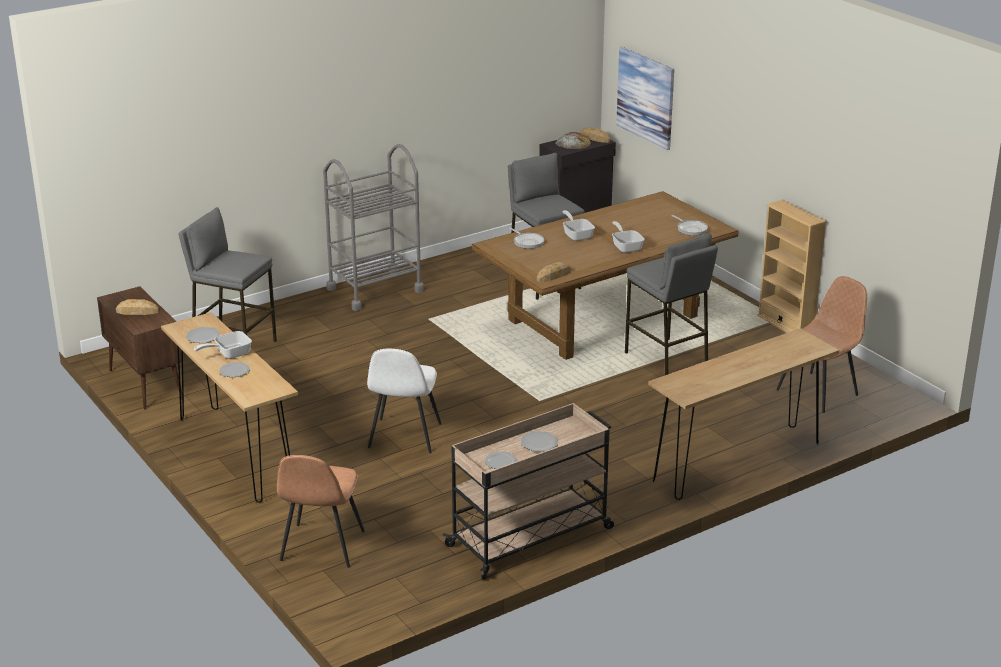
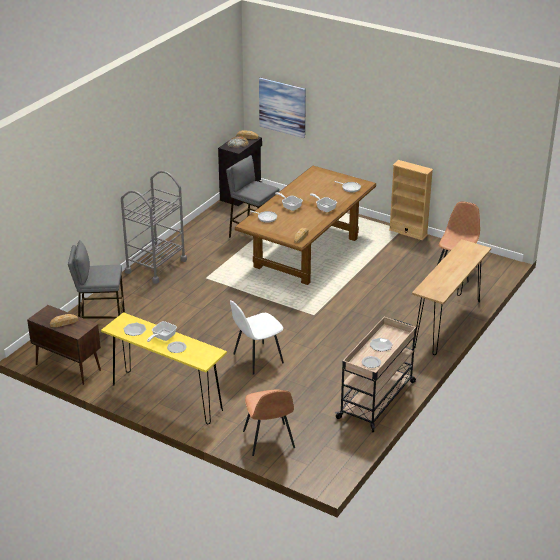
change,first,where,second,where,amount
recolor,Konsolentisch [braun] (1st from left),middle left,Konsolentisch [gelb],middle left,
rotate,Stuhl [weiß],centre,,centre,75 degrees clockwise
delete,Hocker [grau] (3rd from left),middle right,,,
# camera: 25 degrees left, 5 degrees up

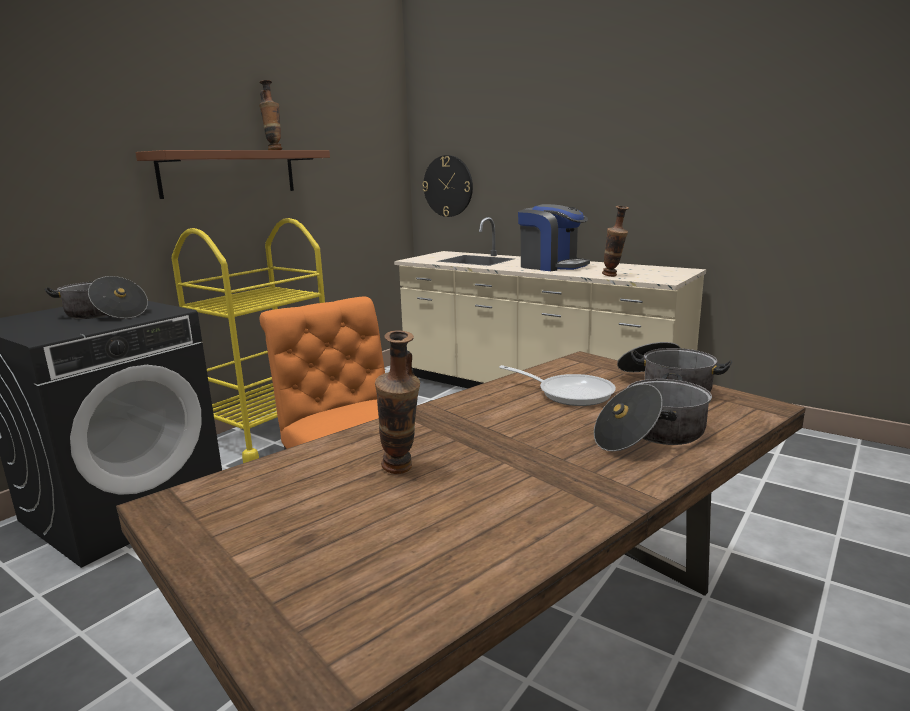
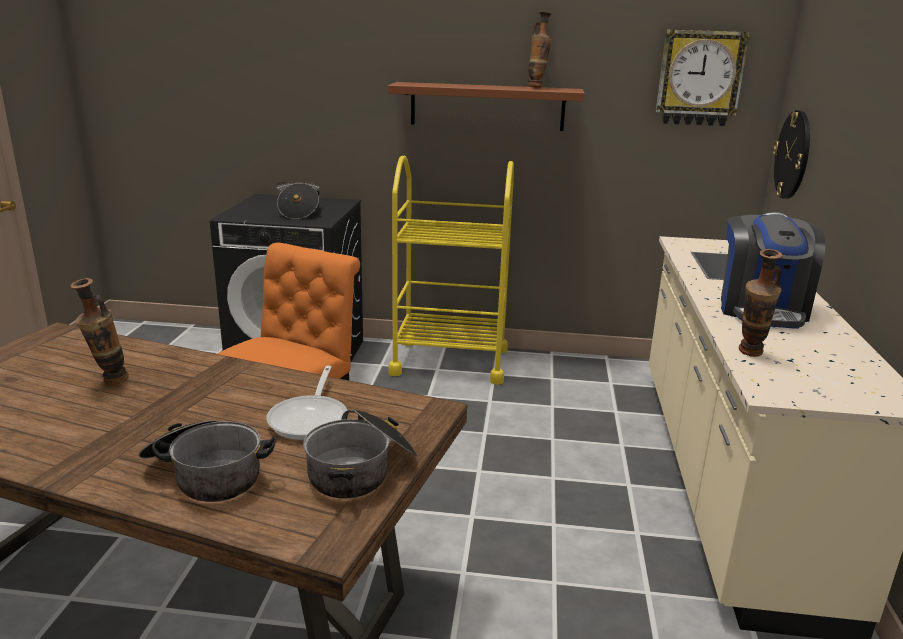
change,first,where,second,where,amount
insert,,,Wanduhr (1st from left),top right,
# camera: 60 degrees right, 5 degrees up

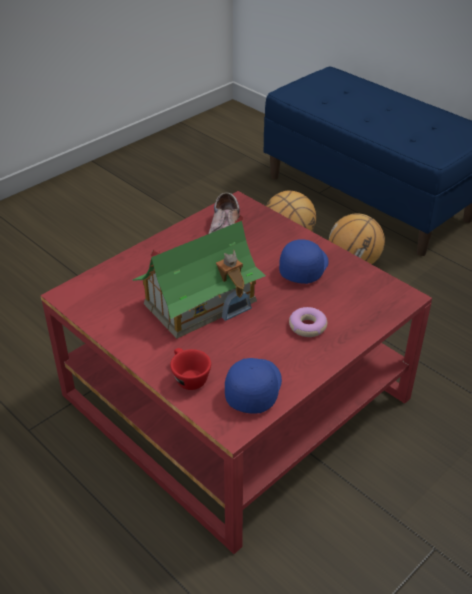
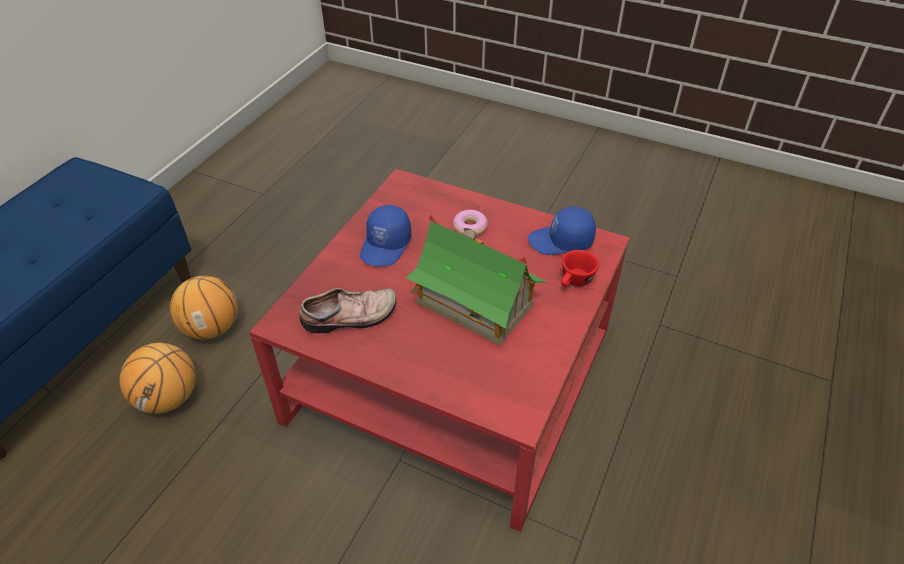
change,first,where,second,where,amount
rotate,Kappe [blau] (2nd from left in the first image),centre,Kappe [blau] (1st from left),centre,75 degrees counterclockwise
# camera: 110 degrees left, 5 degrees up

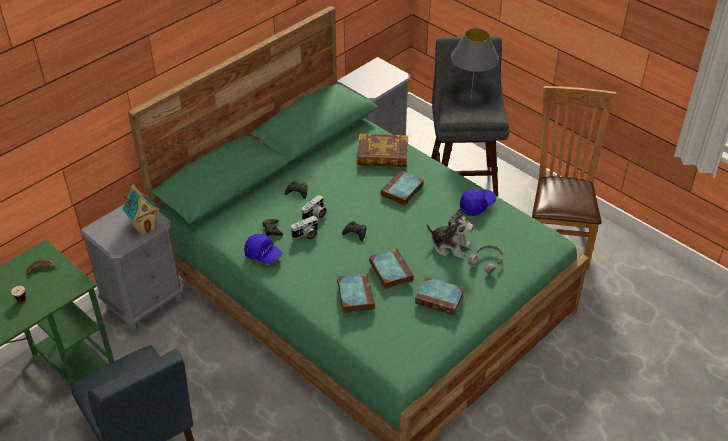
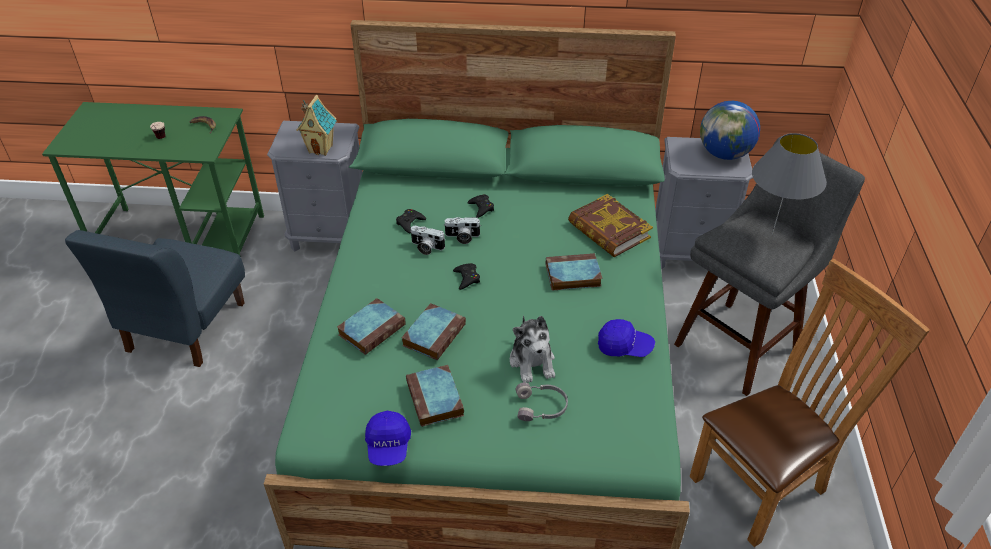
change,first,where,second,where,amount
move,Kappe [blau] (1st from left),centre,,bottom centre,
insert,,,Globus,top right,
# camera: 50 degrees right, 0 degrees up

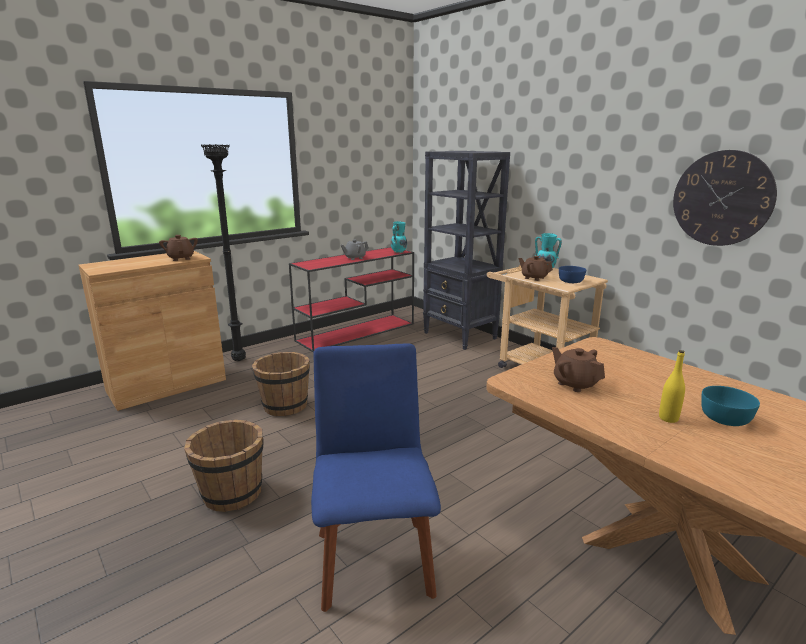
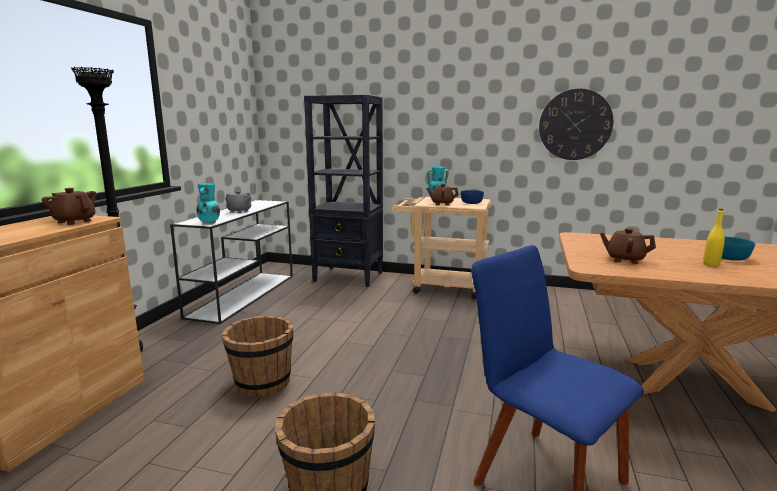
change,first,where,second,where,amount
recolor,Konsolentisch [rot],centre,Konsolentisch [weiß],middle left,
move,Vase [türkis] (1st from left),centre,,middle left,
# camera: 35 degrees left, 5 degrees down

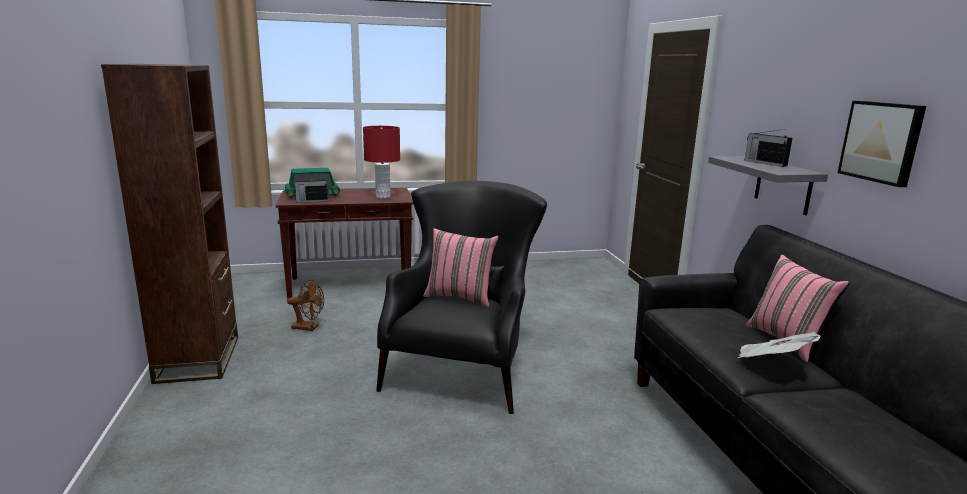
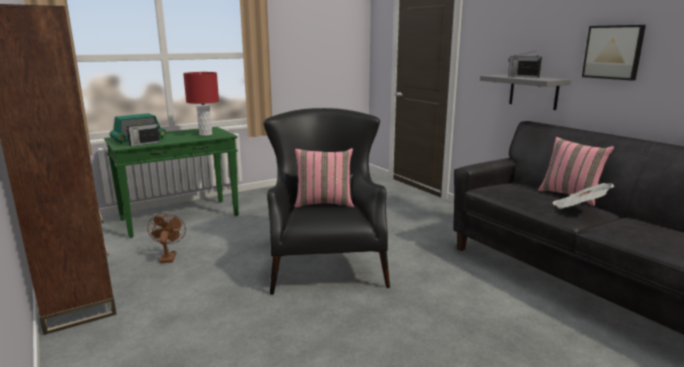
change,first,where,second,where,amount
recolor,Konsolentisch [braun],centre,Konsolentisch [grün],middle left,
rotate,Ventilator [braun],middle left,,middle left,90 degrees counterclockwise
# camera: 20 degrees left, 0 degrees up

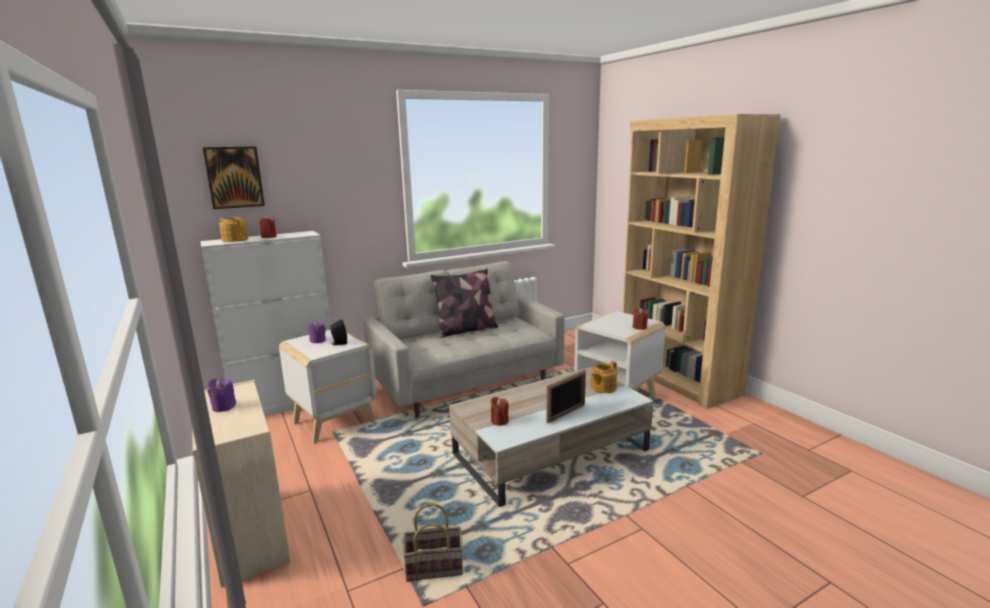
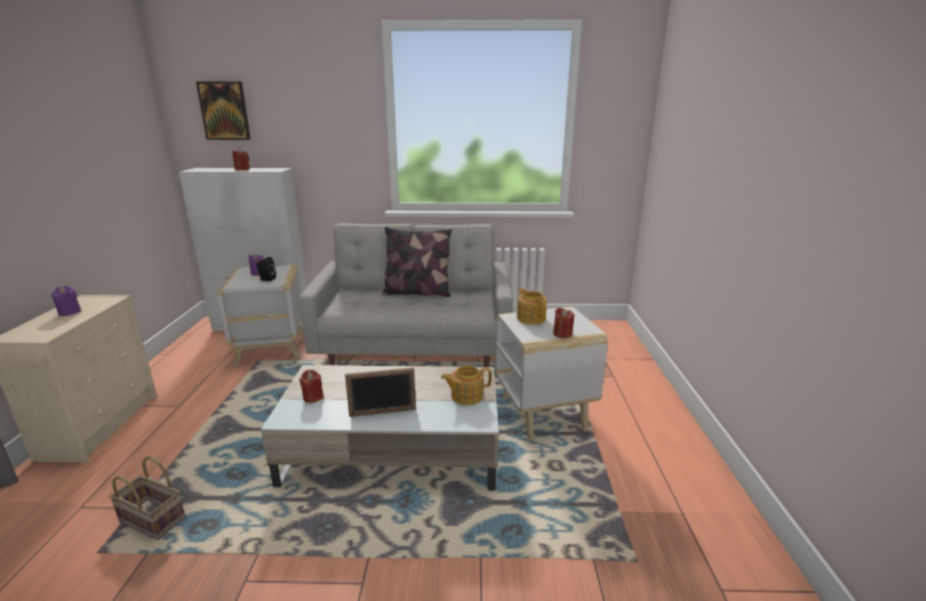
change,first,where,second,where,amount
move,Teekanne (1st from left in the first image),middle left,Teekanne (2nd from left),centre,
delete,Bücherregal [braun],middle right,,,
# camera: 30 degrees right, 5 degrees up

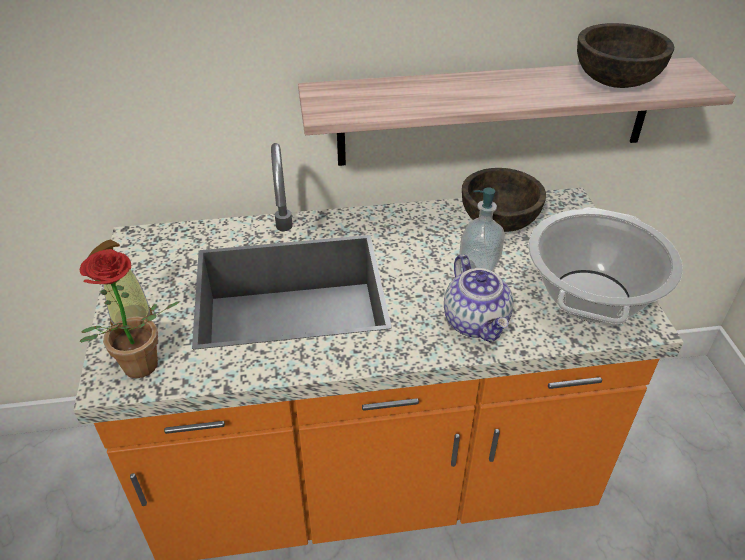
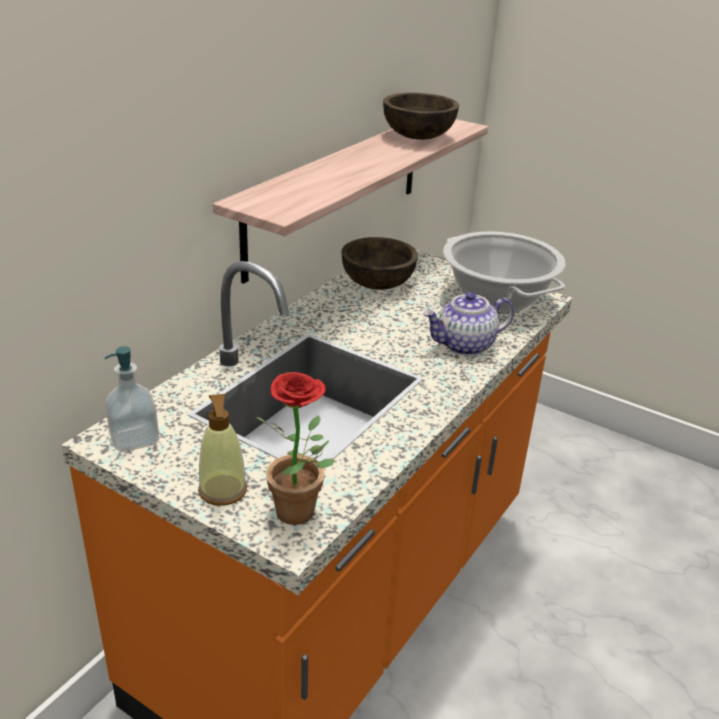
change,first,where,second,where,amount
rotate,Teekanne,centre,,centre,135 degrees clockwise
move,Seifenspender (2nd from left in the first image),centre,Seifenspender (1st from left),middle left,
# camera: 50 degrees left, 10 degrees down

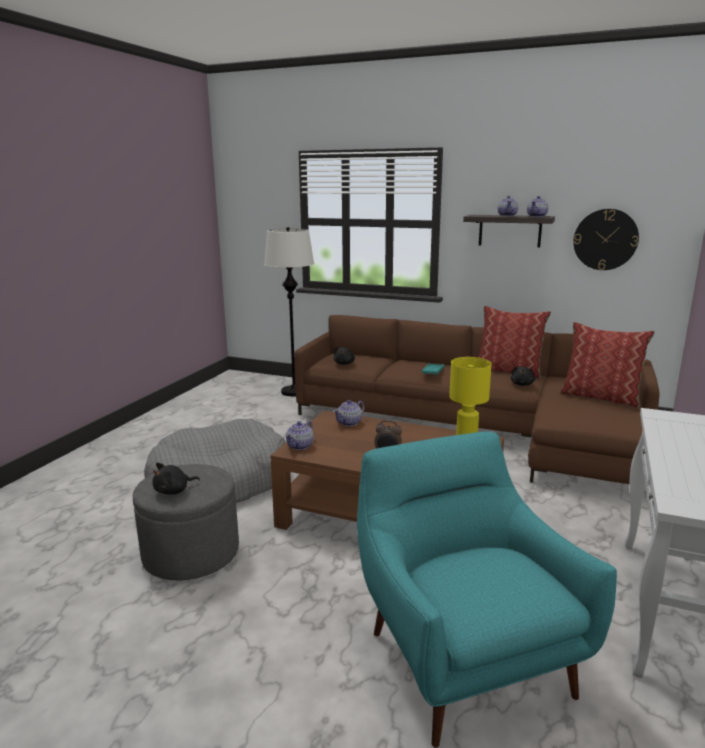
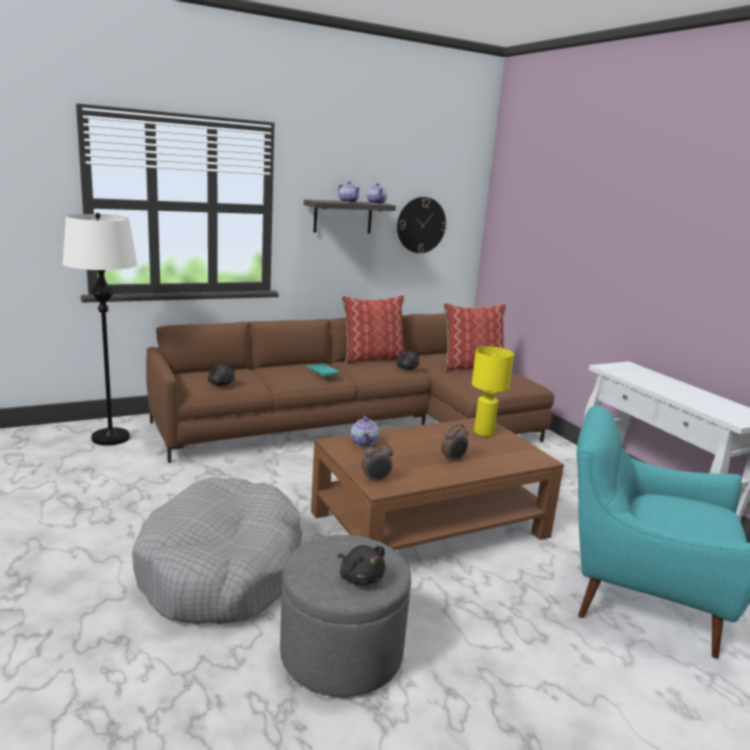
change,first,where,second,where,amount
rotate,Plüschtier [schwarz] (1st from left in the first image),middle left,Plüschtier [schwarz] (2nd from left),bottom centre,45 degrees counterclockwise
replace,Teekanne (1st from left),centre,Wecker (1st from left),centre,
# camera: 50 degrees left, 0 degrees up

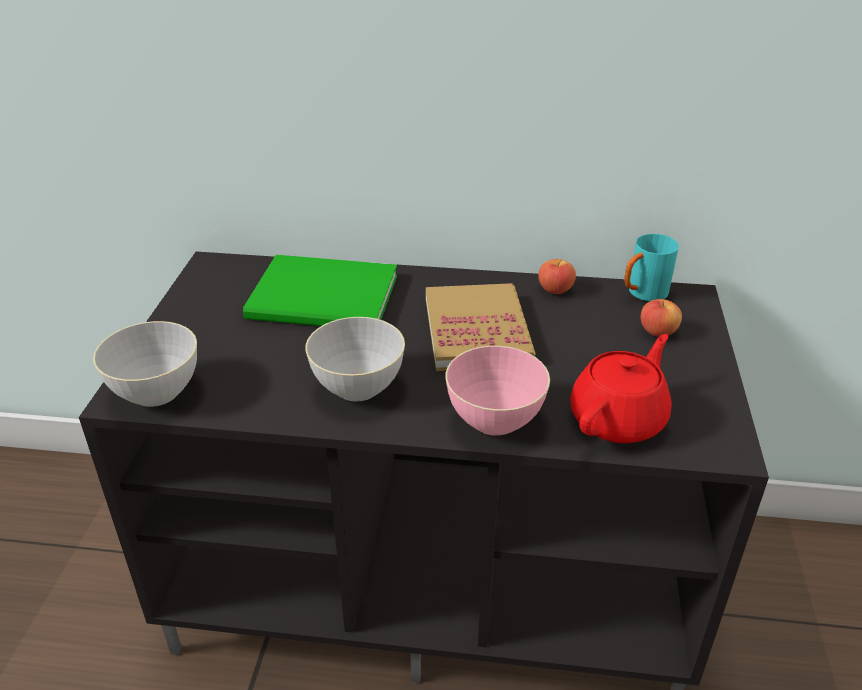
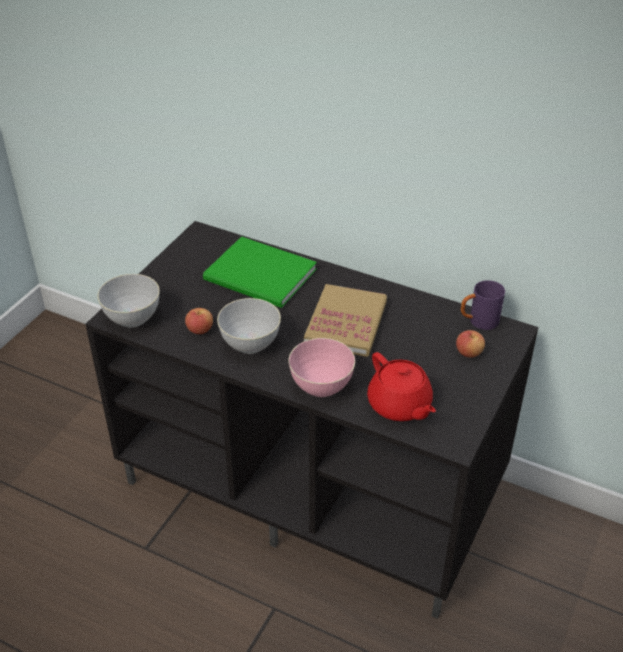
change,first,where,second,where,amount
move,Apfel (1st from left),centre,,middle left,
rotate,Teekanne [rot],middle right,,centre,90 degrees clockwise
recolor,Henkelbecher [türkis],middle right,Henkelbecher [lila],middle right,
# camera: 20 degrees right, 5 degrees up

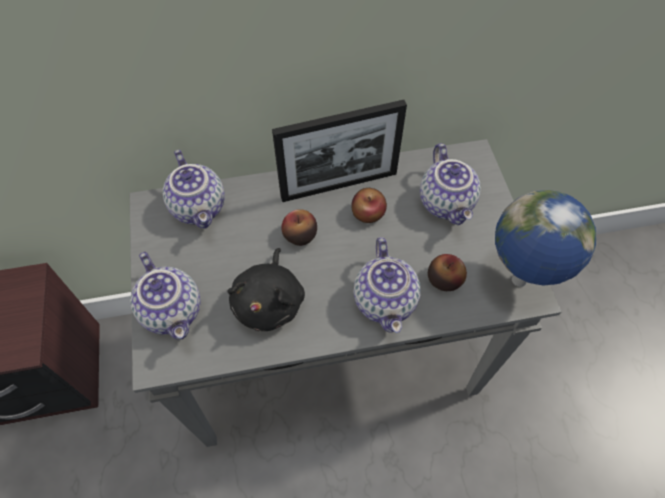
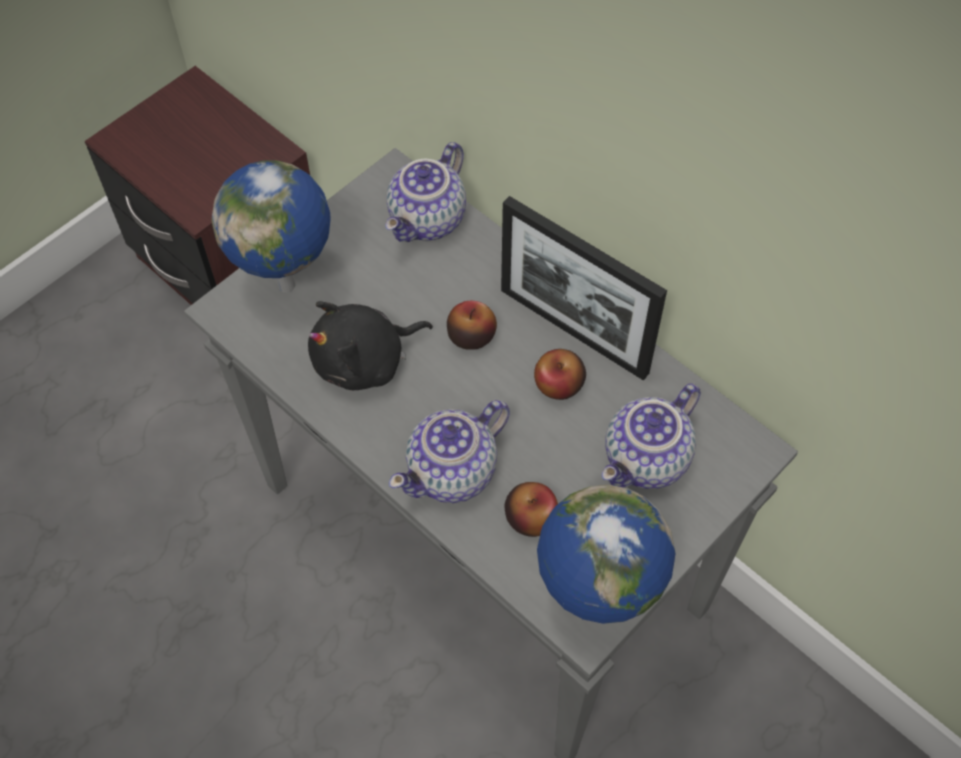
change,first,where,second,where,amount
replace,Teekanne (1st from left),middle left,Globus (1st from left),top left,
# camera: 55 degrees right, 0 degrees up

